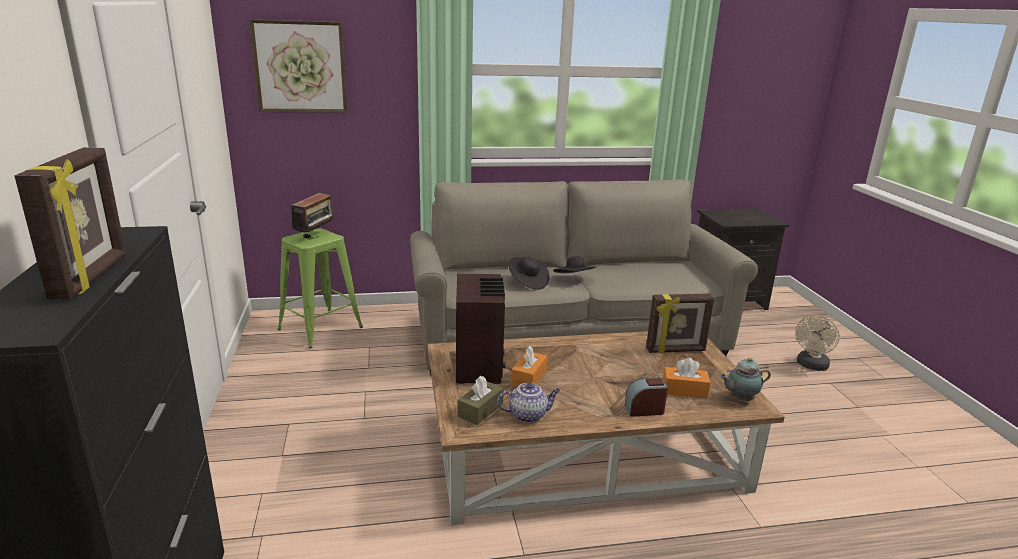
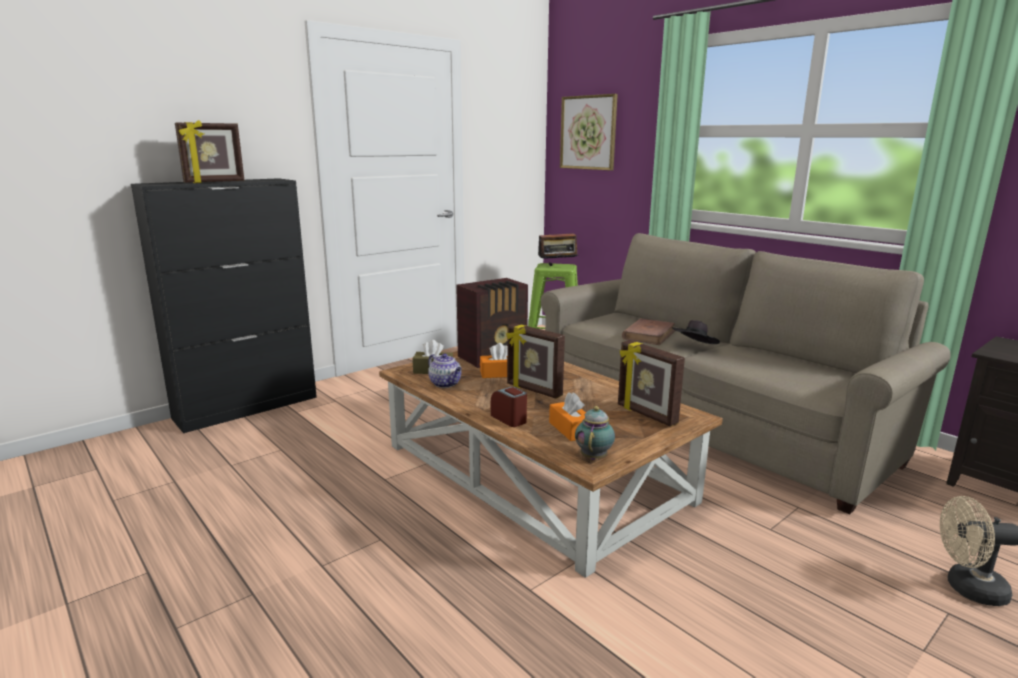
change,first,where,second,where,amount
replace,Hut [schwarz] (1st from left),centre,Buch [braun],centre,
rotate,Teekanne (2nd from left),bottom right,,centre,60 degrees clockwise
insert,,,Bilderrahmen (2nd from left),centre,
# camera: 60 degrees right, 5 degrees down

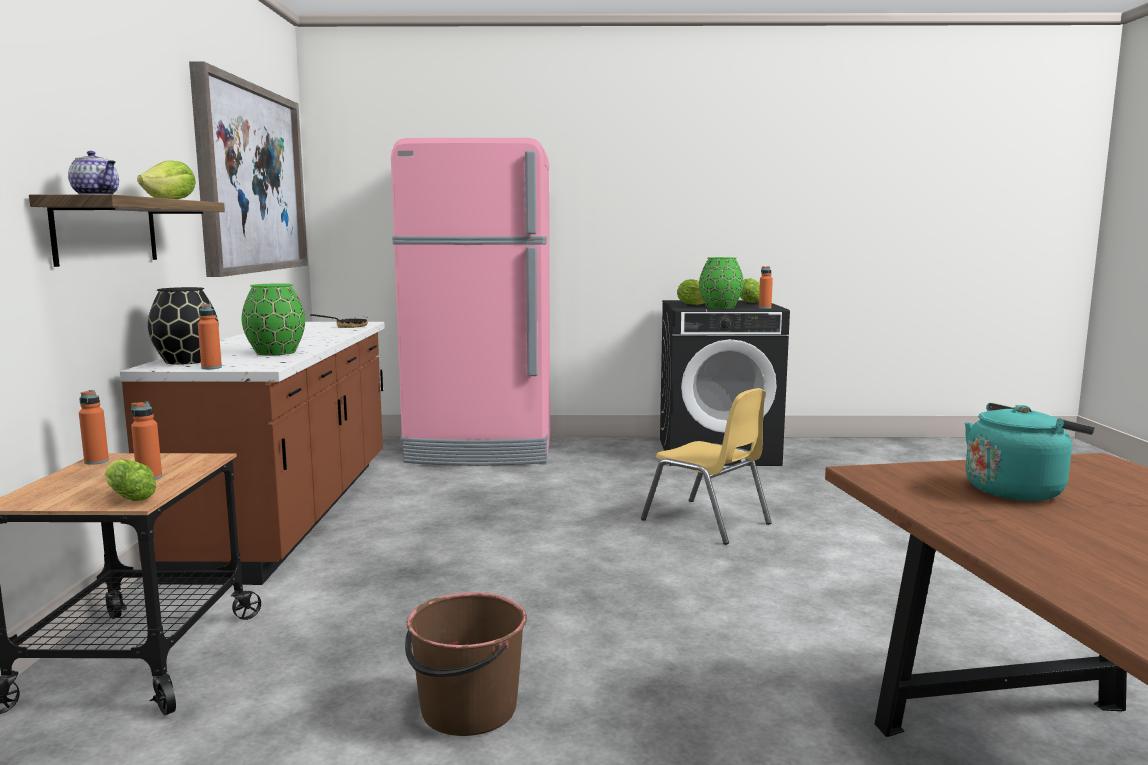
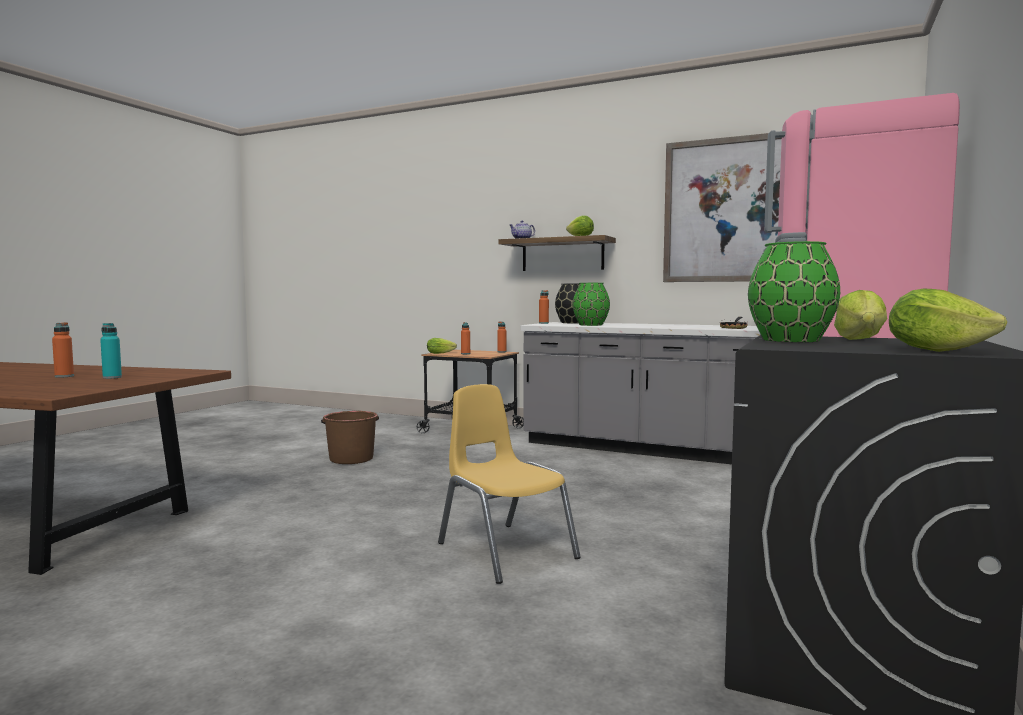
change,first,where,second,where,amount
recolor,Küchenzeile [braun],middle left,Küchenzeile [grau],centre,
rotate,Stuhl [gelb],centre,,bottom centre,75 degrees clockwise
move,Flasche [orange] (4th from left in the first image),middle right,Flasche [orange] (1st from left),middle left,
replace,Wasserkessel [türkis],middle right,Flasche [türkis],middle left,
# camera: 115 degrees right, 5 degrees down

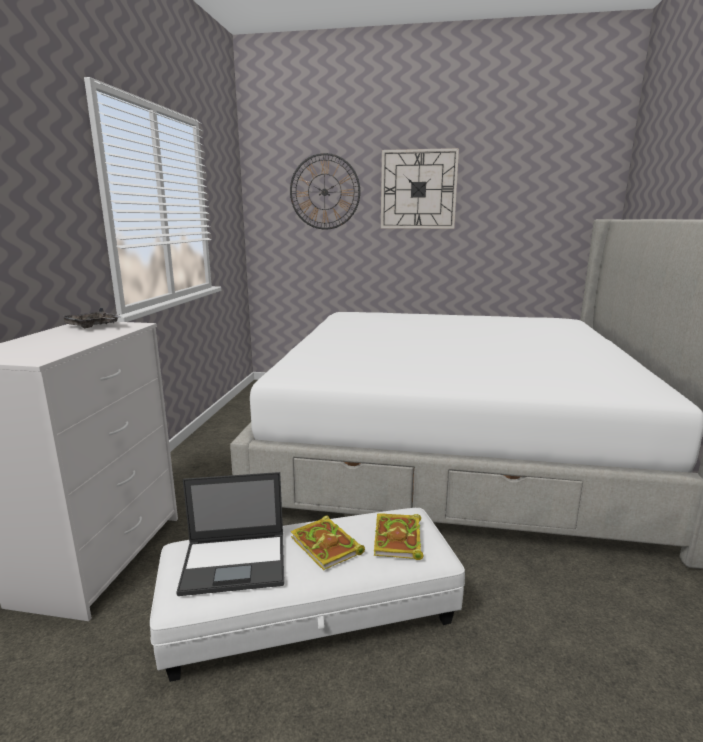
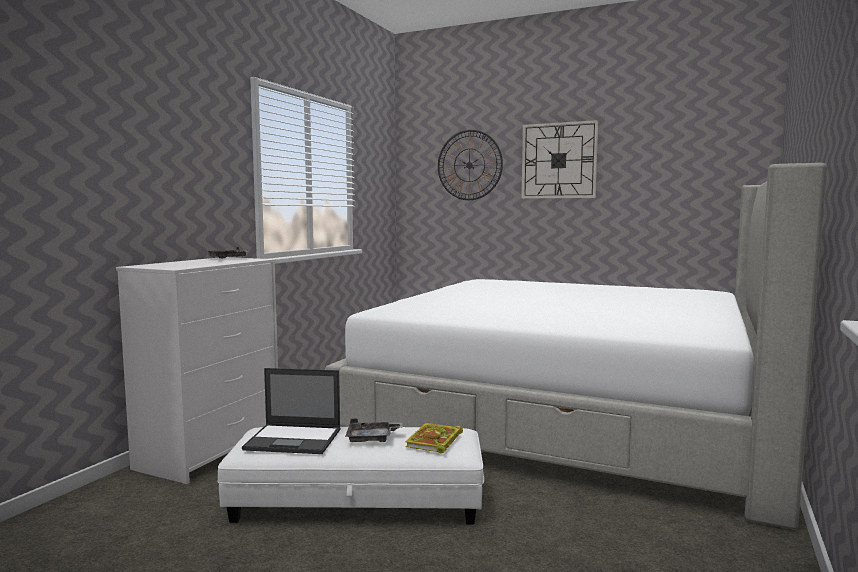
change,first,where,second,where,amount
replace,Buch (1st from left),bottom centre,Tablett [grau] (2nd from left),bottom centre,
# camera: 15 degrees right, 10 degrees down

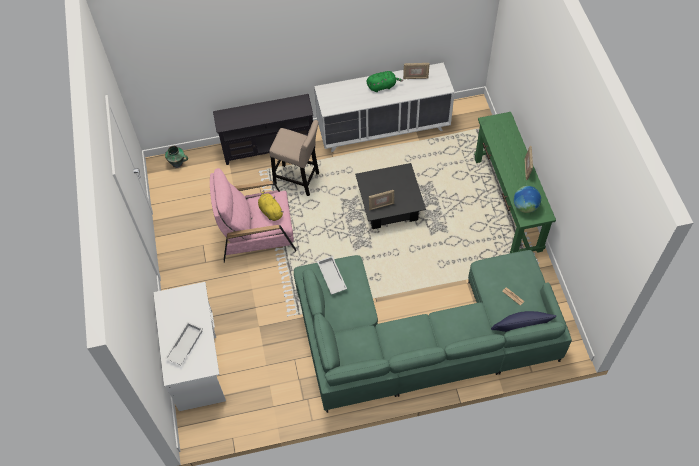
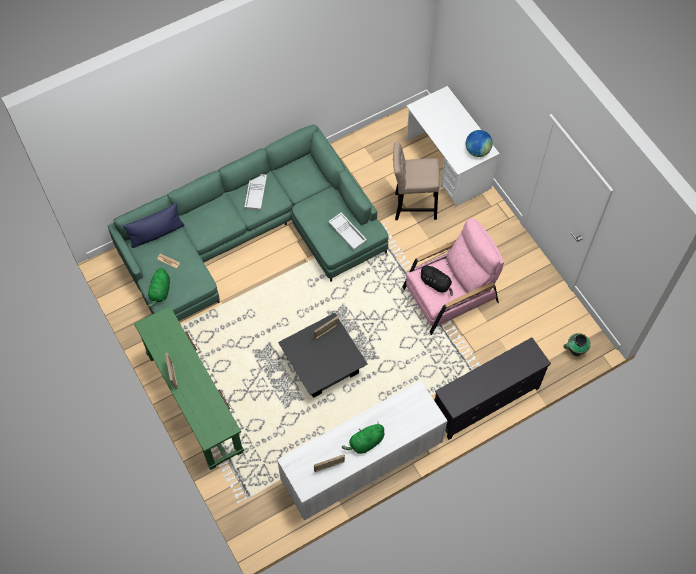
change,first,where,second,where,amount
move,Tablett [weiß] (1st from left),bottom left,,centre,
recolor,Plüschtier [gelb],centre,Plüschtier [schwarz],centre,
move,Hocker [beige],centre,,top centre,
move,Globus,middle right,,top right,
insert,,,Plüschtier [grün] (1st from left),middle left,
# camera: 160 degrees right, 5 degrees up

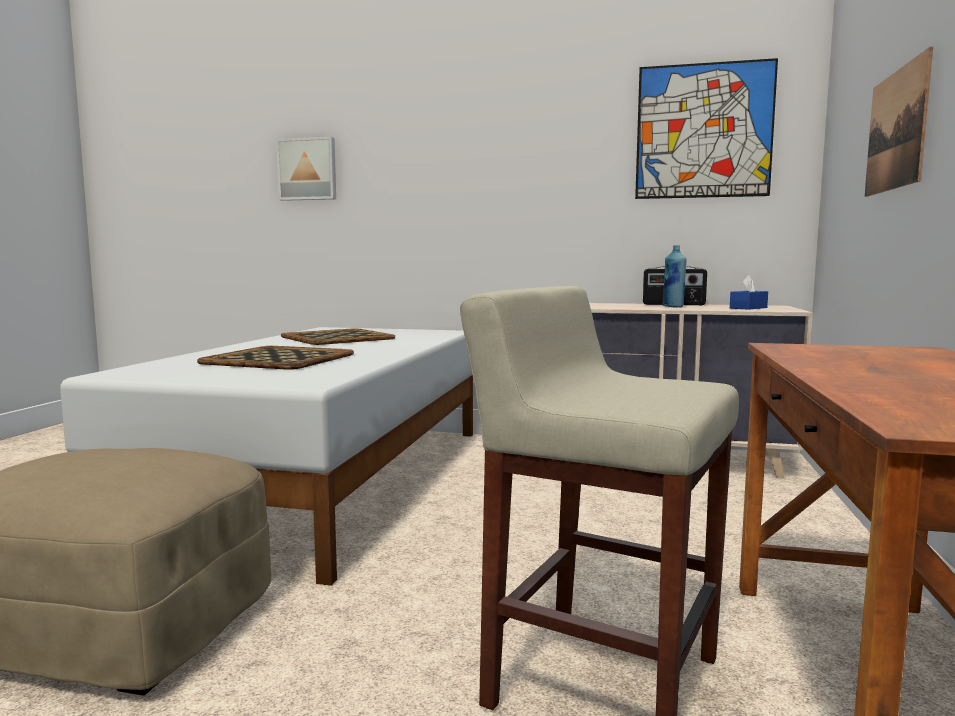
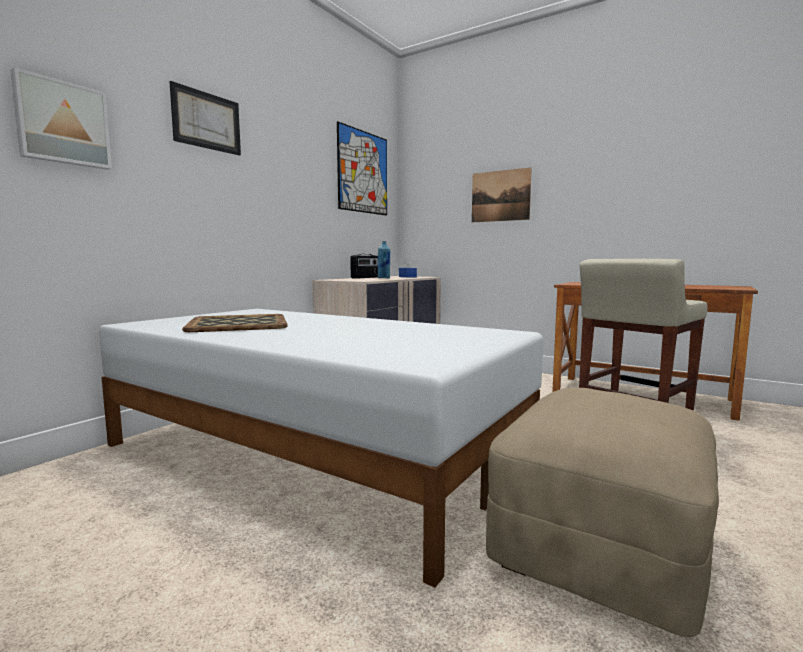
change,first,where,second,where,amount
delete,Tablett (1st from left),middle left,,,
insert,,,Bild (2nd from left),top left,
# camera: 70 degrees left, 0 degrees up

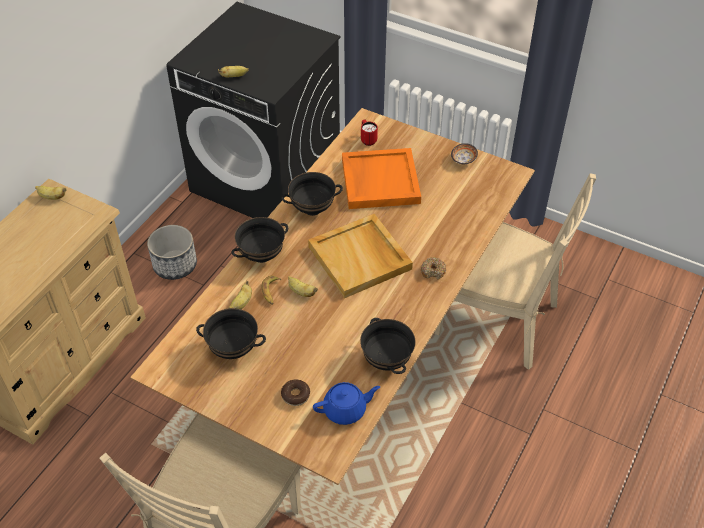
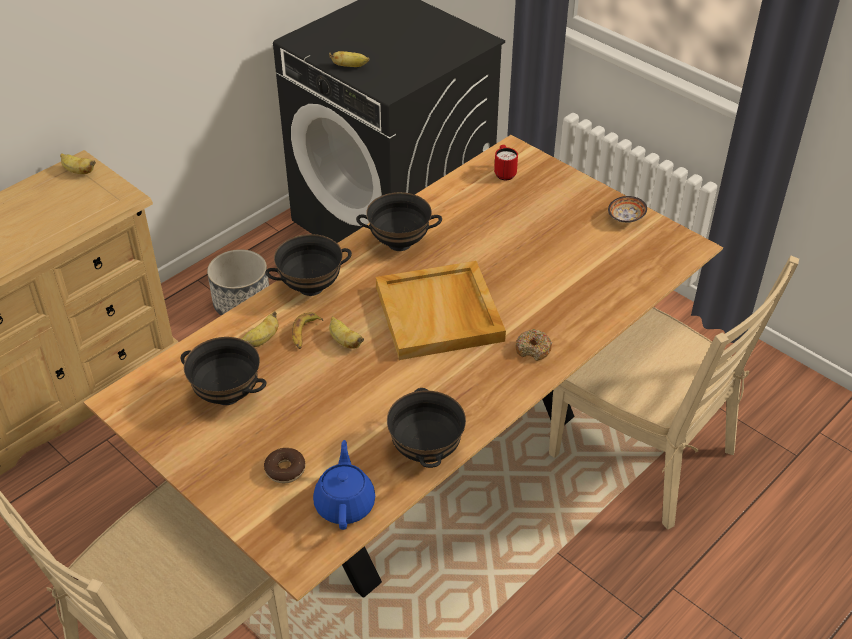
change,first,where,second,where,amount
rotate,Teekanne [blau],bottom centre,,bottom centre,90 degrees counterclockwise
delete,Tablett [orange],centre,,,
# camera: 15 degrees right, 5 degrees down

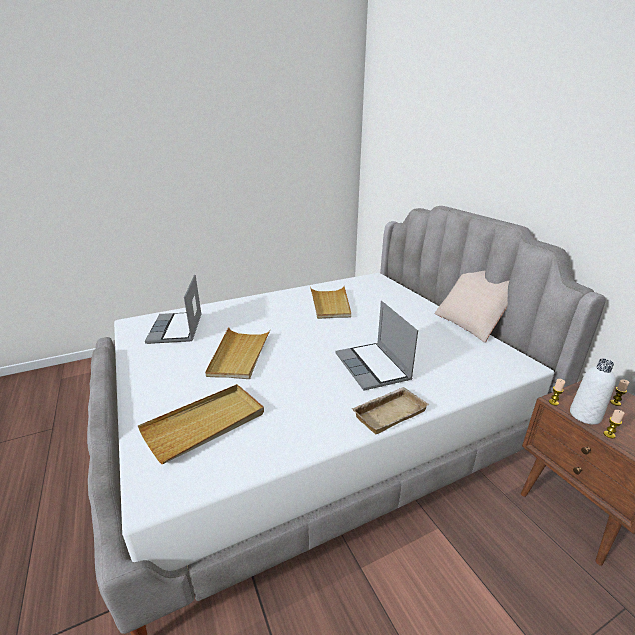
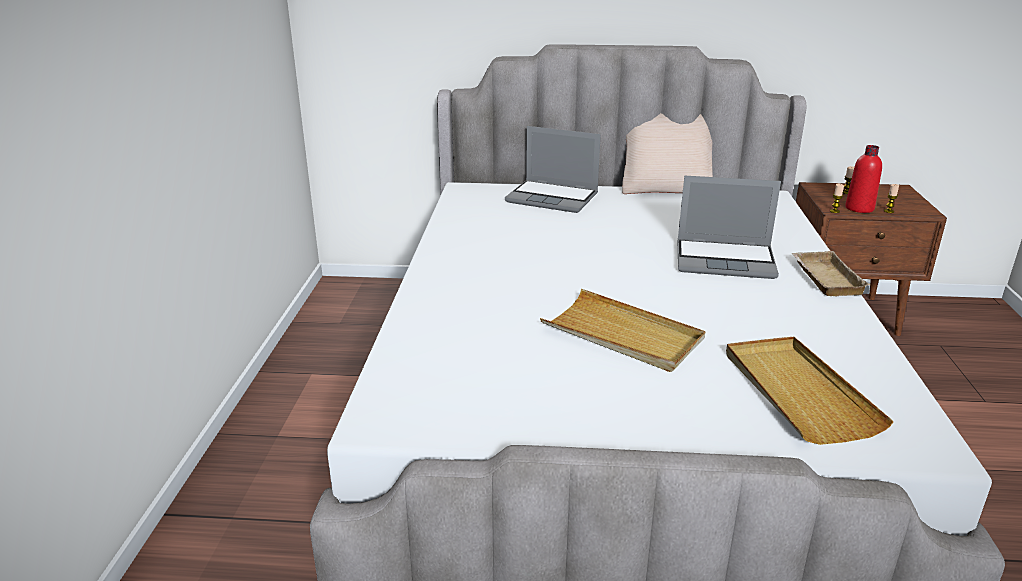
change,first,where,second,where,amount
move,Laptop (1st from left),middle left,,top centre,
delete,Tablett [beige] (3rd from left),centre,,,
recolor,Flasche [weiß],middle right,Flasche [rot],top right,
# camera: 60 degrees left, 0 degrees up

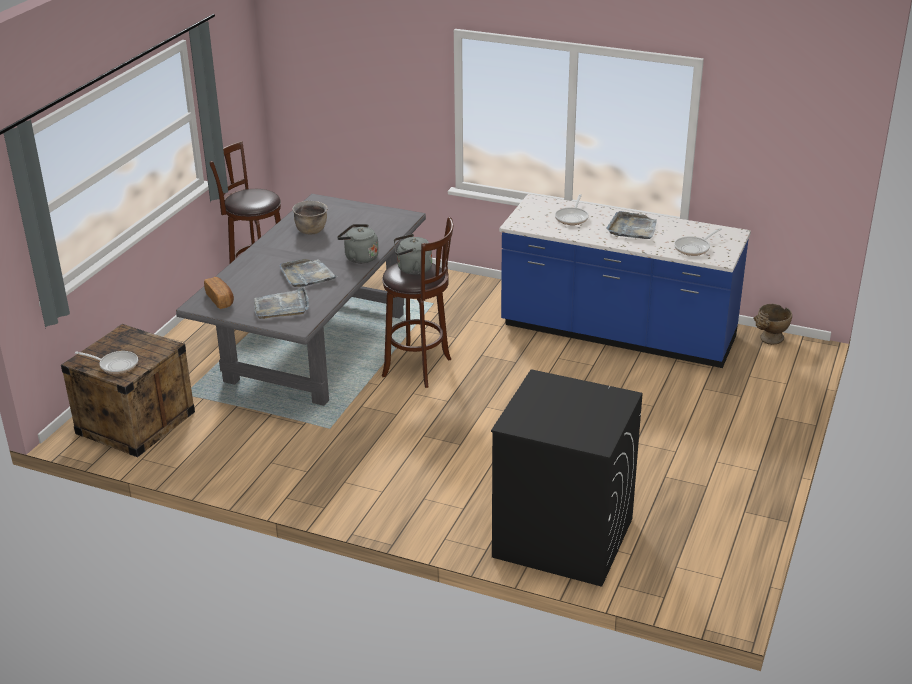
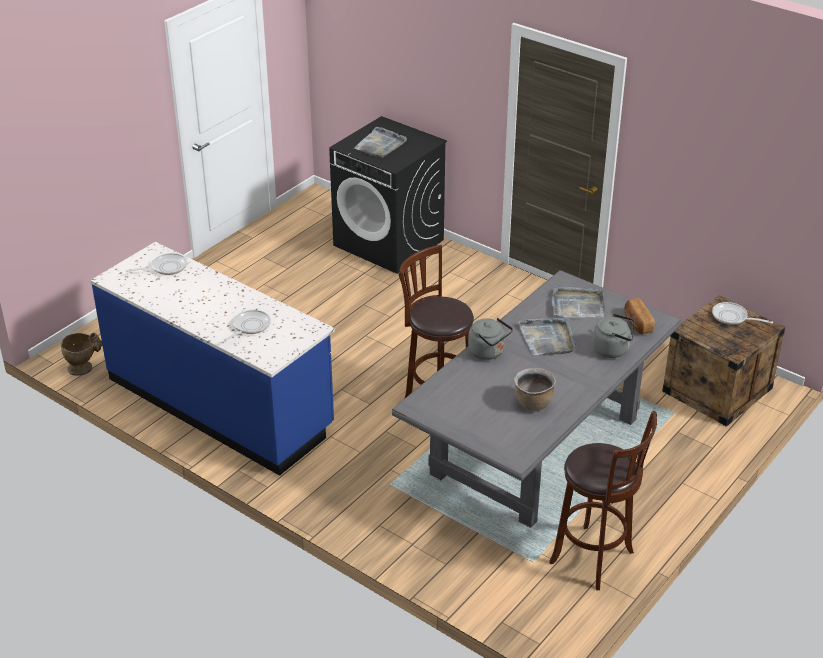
change,first,where,second,where,amount
move,Wasserkessel [grau] (2nd from left),centre,,middle right,
move,Tablett [grau] (3rd from left in the first image),top right,Tablett [grau] (1st from left),top centre,
# camera: 165 degrees left, 5 degrees up

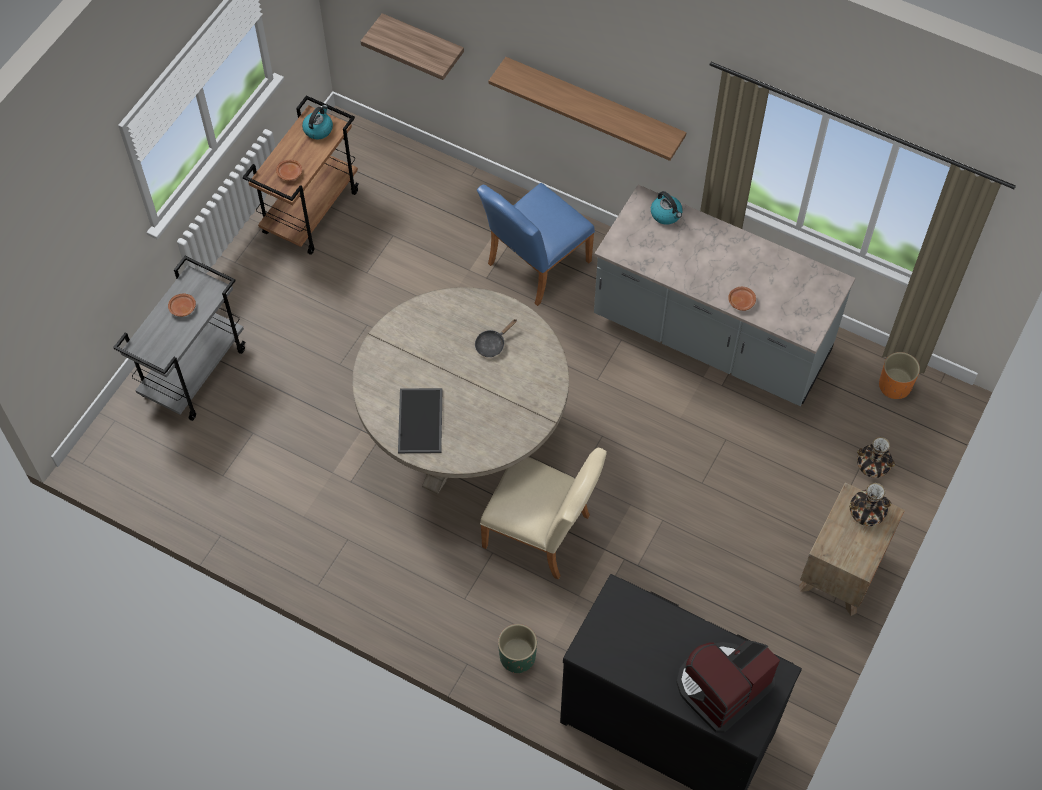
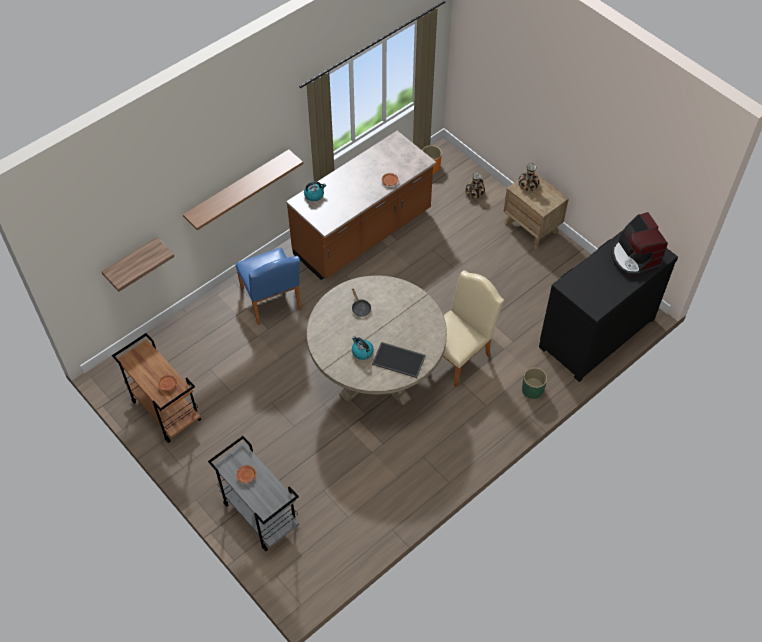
change,first,where,second,where,amount
move,Wasserkessel (1st from left in the first image),top left,Wasserkessel (2nd from left),centre,
recolor,Küchenzeile [grau],middle right,Küchenzeile [braun],top centre,
# camera: 70 degrees left, 5 degrees down

